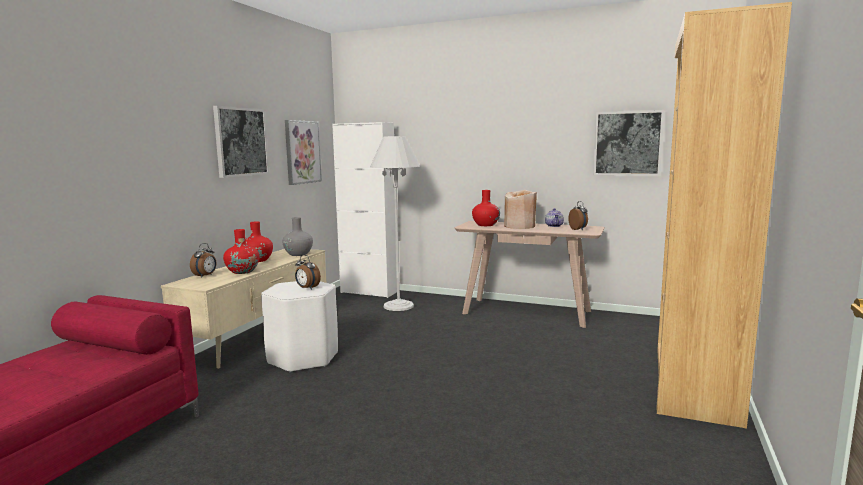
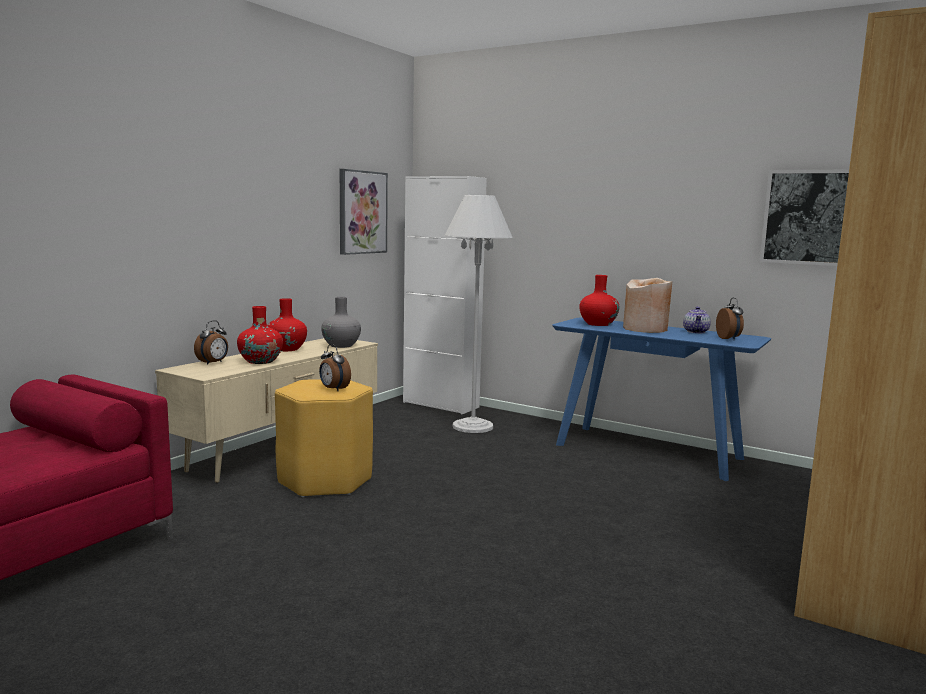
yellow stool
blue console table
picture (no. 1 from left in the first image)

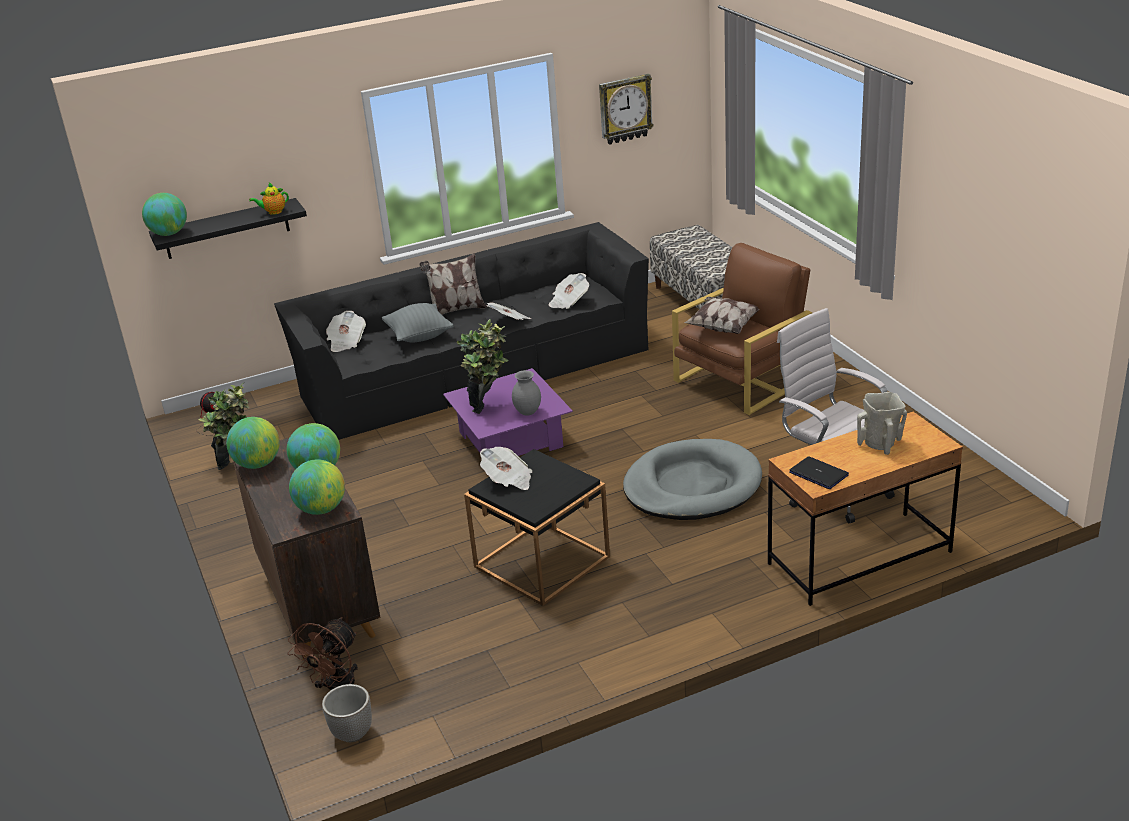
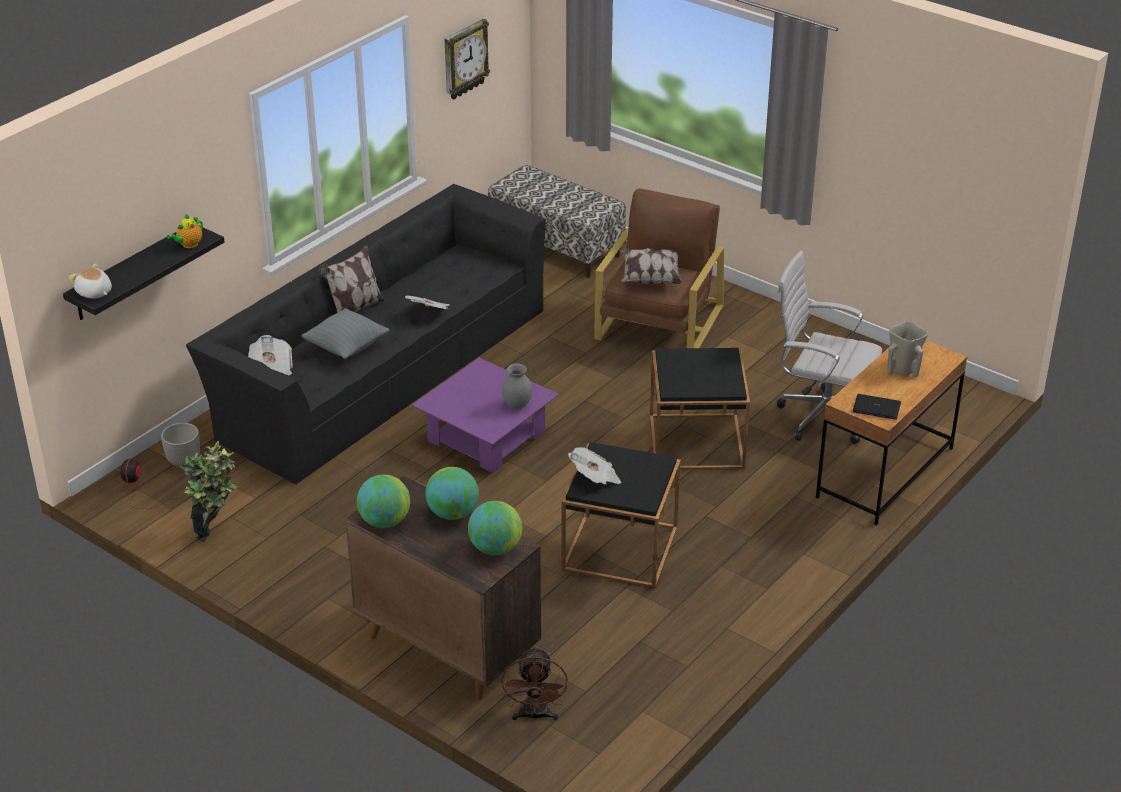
plush toy
planter
black side table (no. 2 from left)
potted plant (no. 2 from left in the first image)
newspaper (no. 4 from left in the first image)

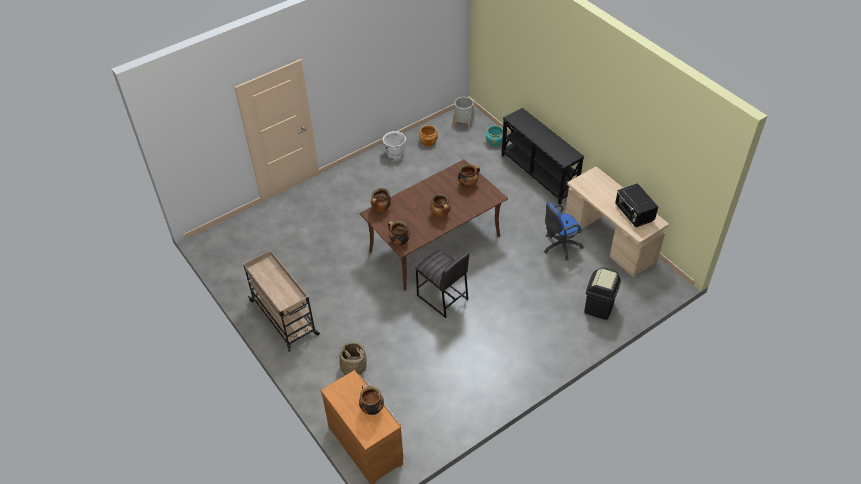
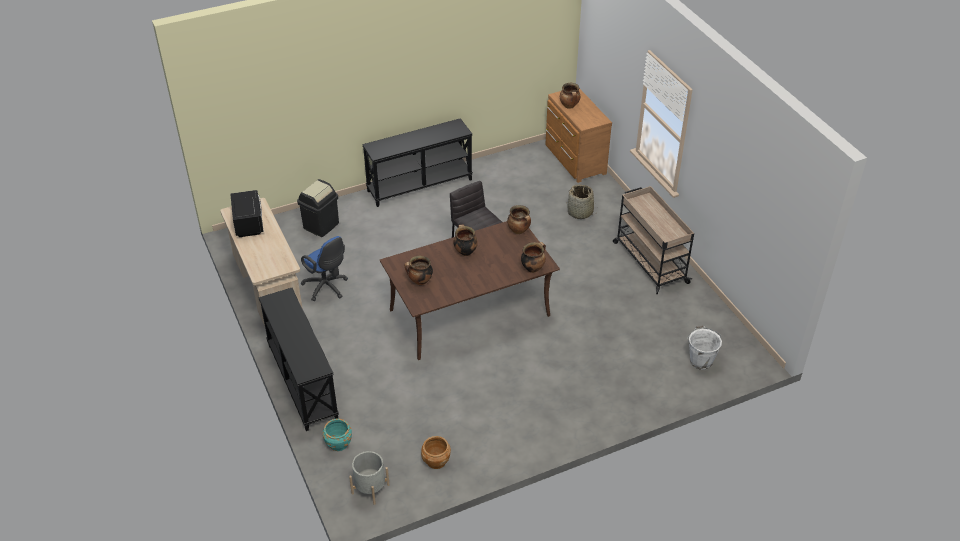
blue office chair
black console table (no. 2 from left)
white bucket

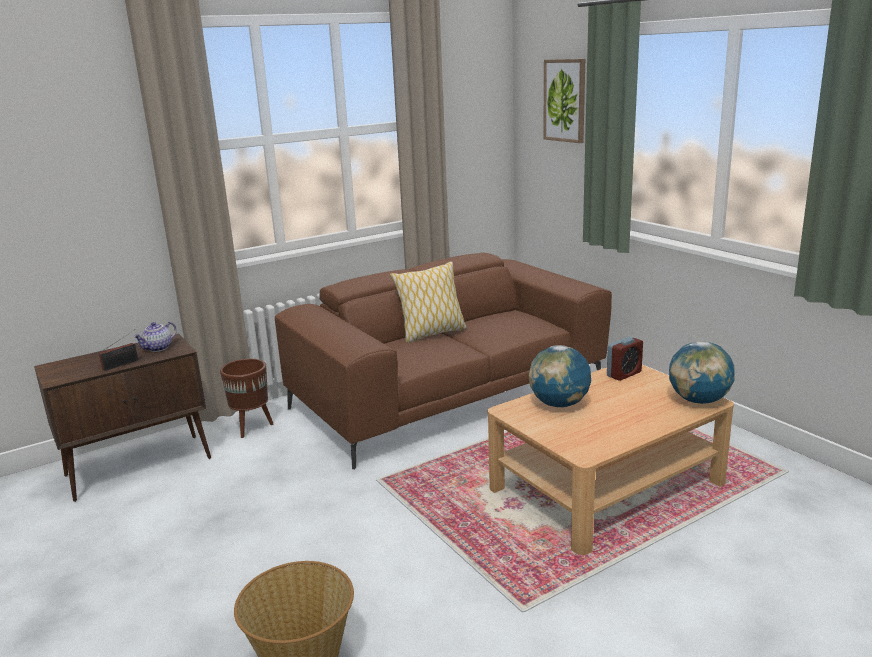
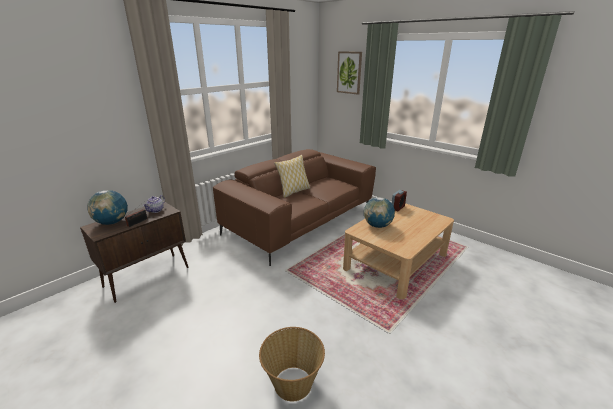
globe (no. 1 from left)
brown planter

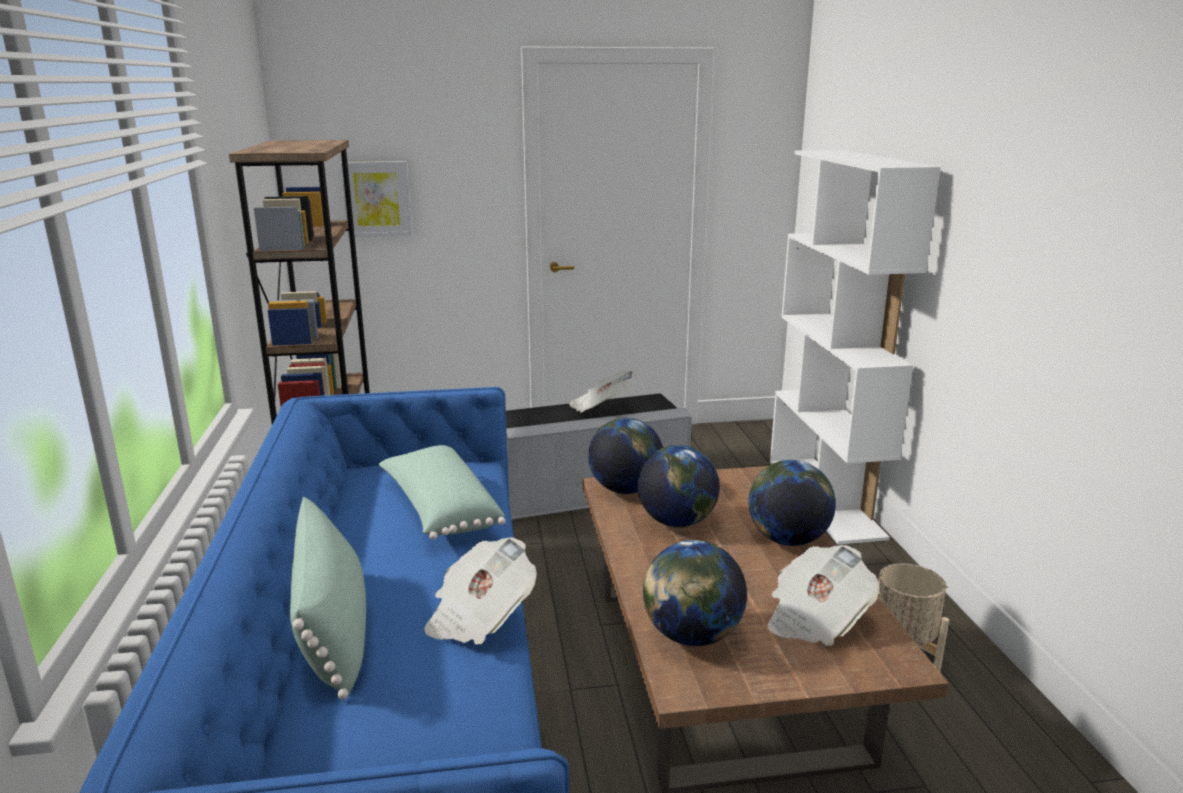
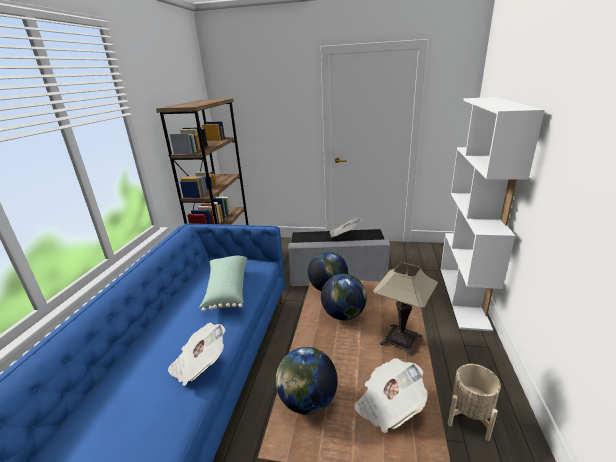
table lamp
green pillow (no. 1 from left in the first image)
picture

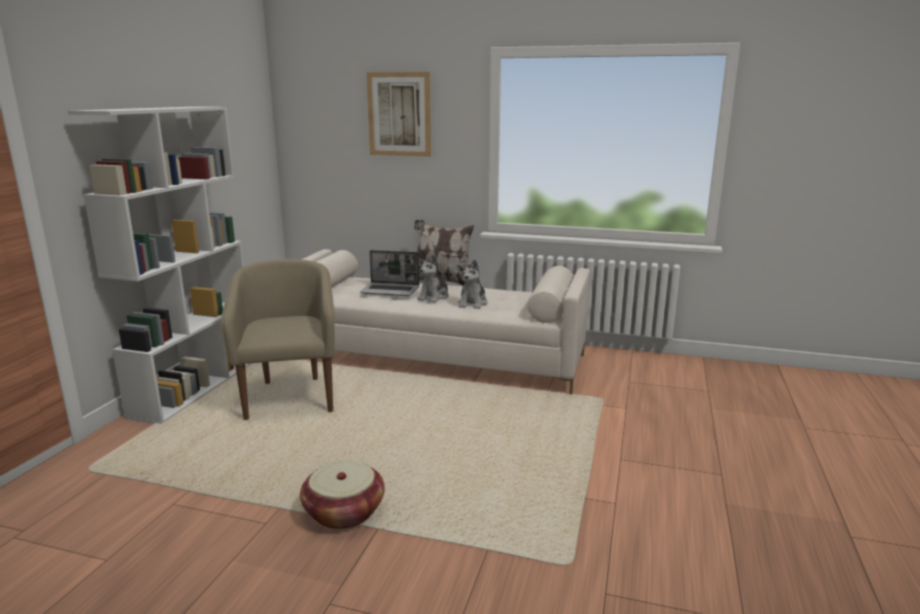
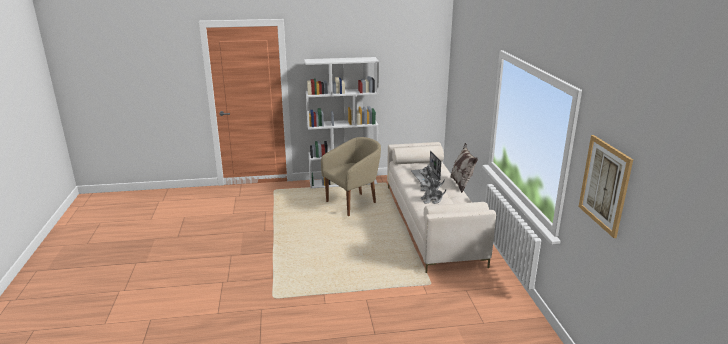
picture
basket

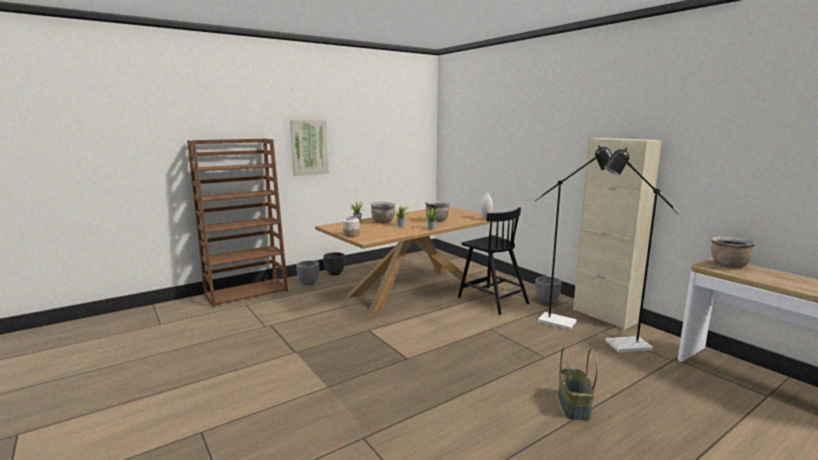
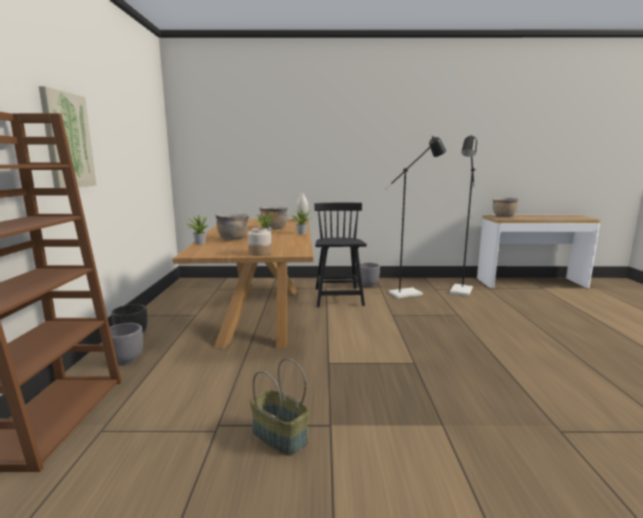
basket
black chair
beige cabinet

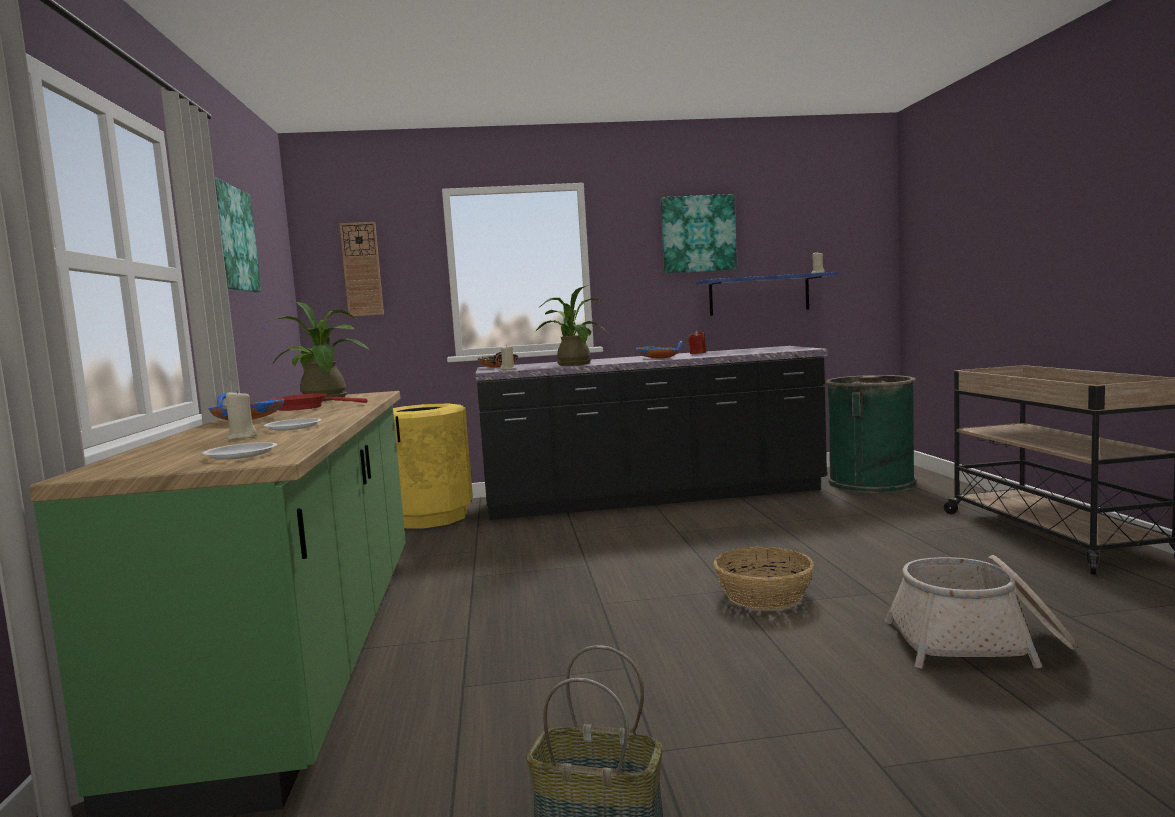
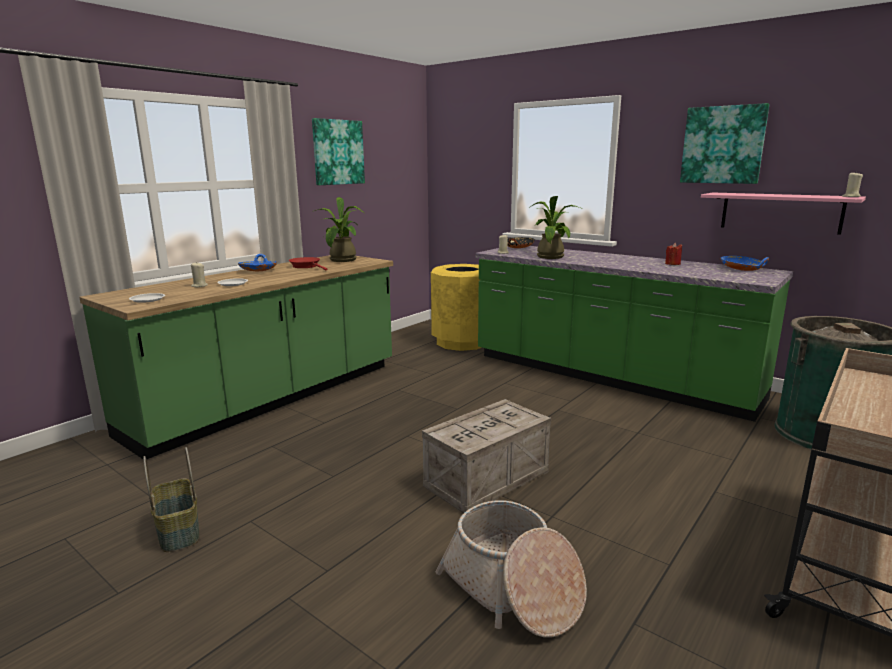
crate
green counter (no. 2 from left)
pink shelf
blue bowl (no. 2 from left)
wall clock

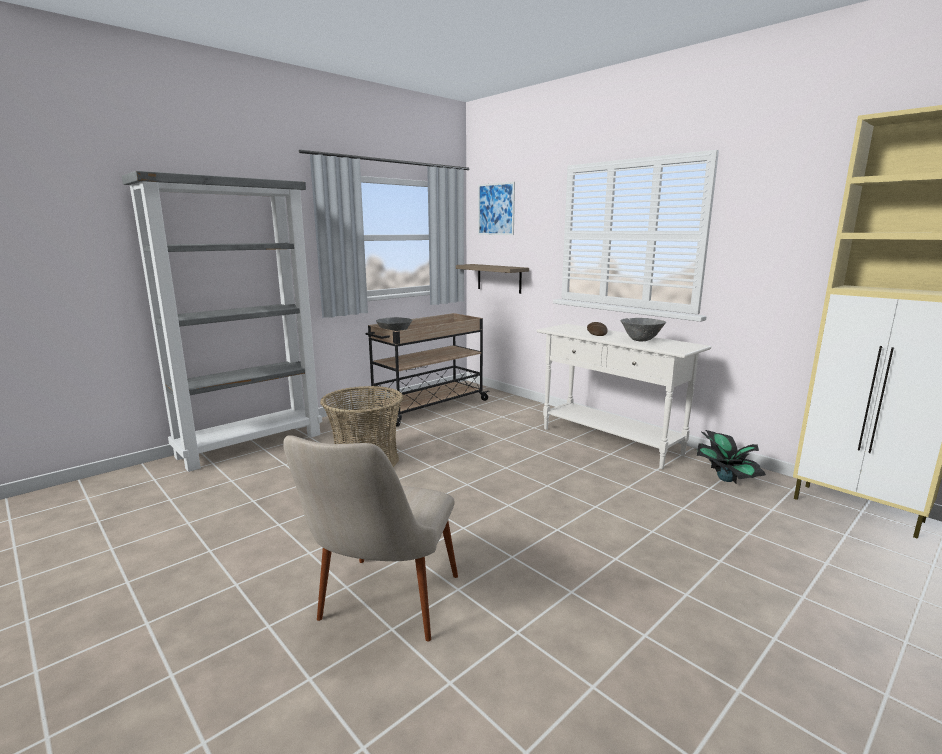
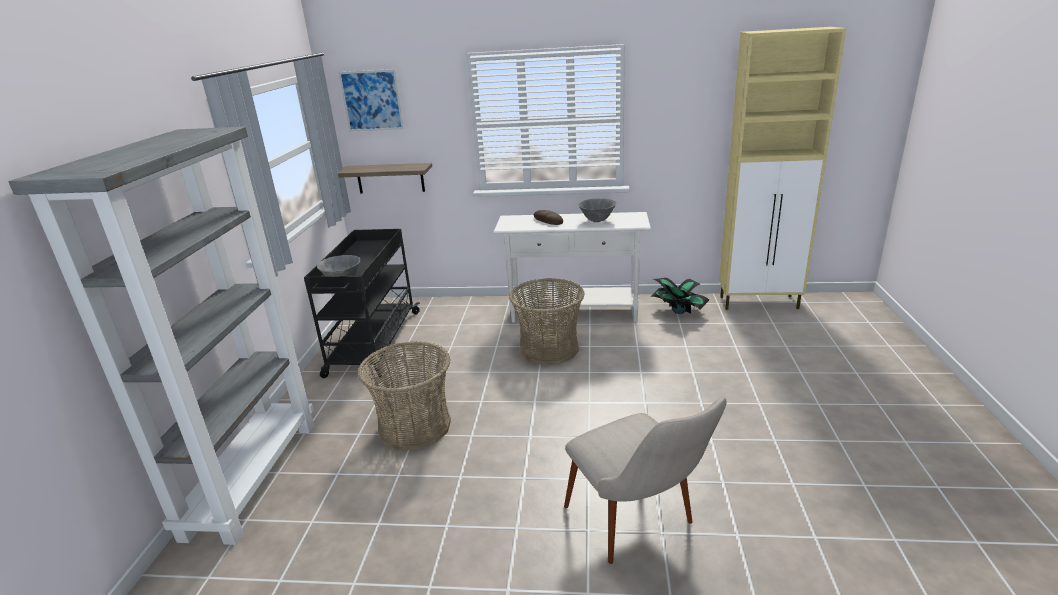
black cart
basket (no. 2 from left)

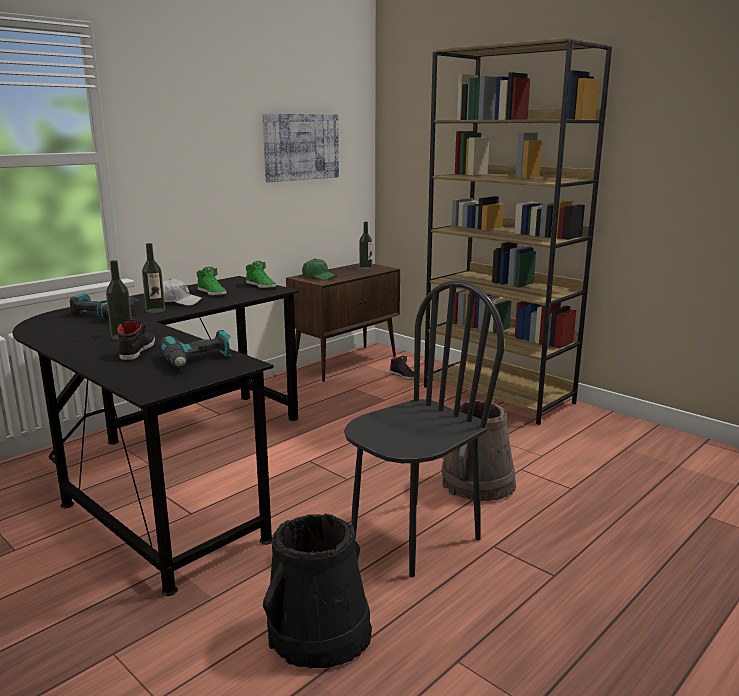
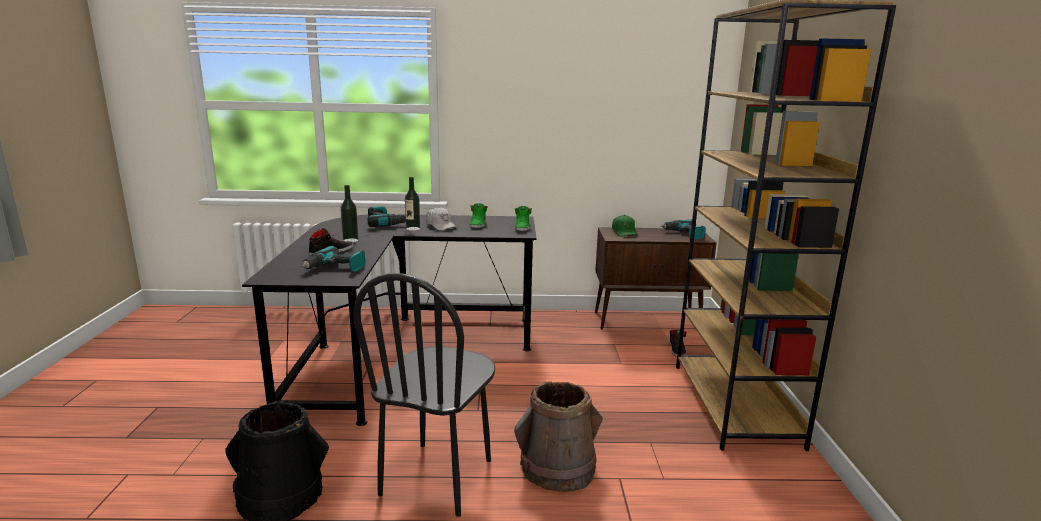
black chair
power drill (no. 3 from left)
picture

